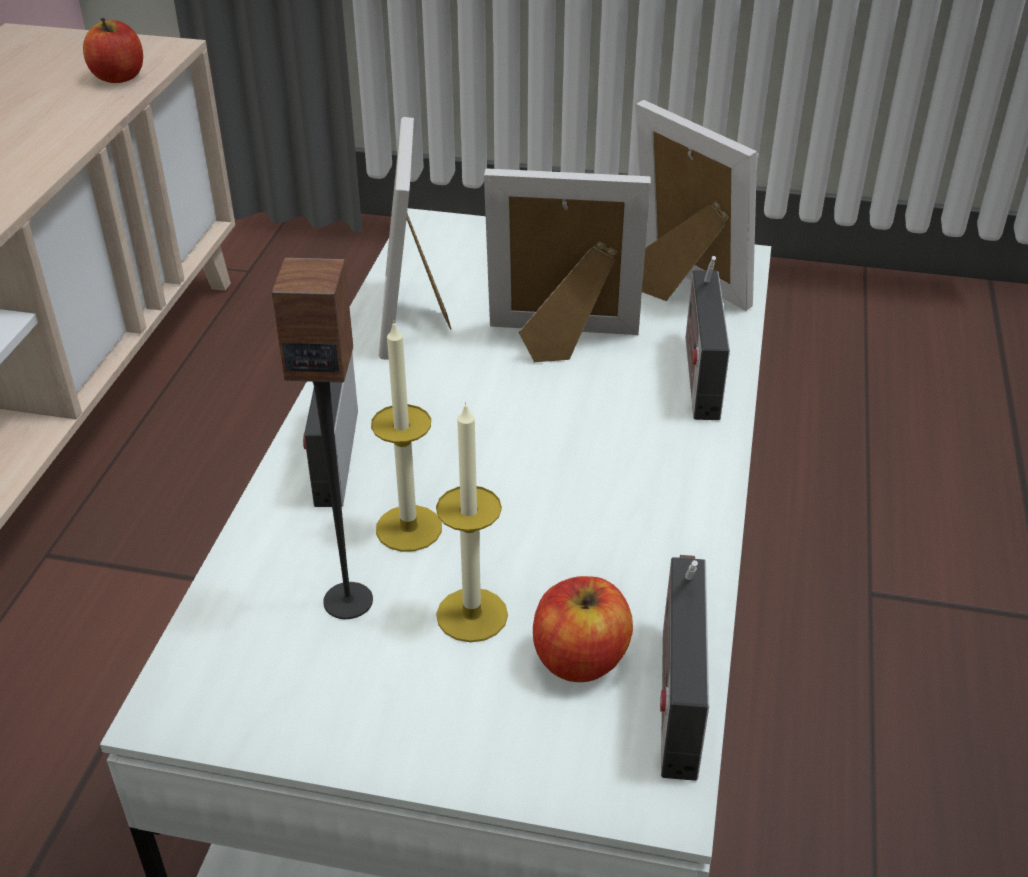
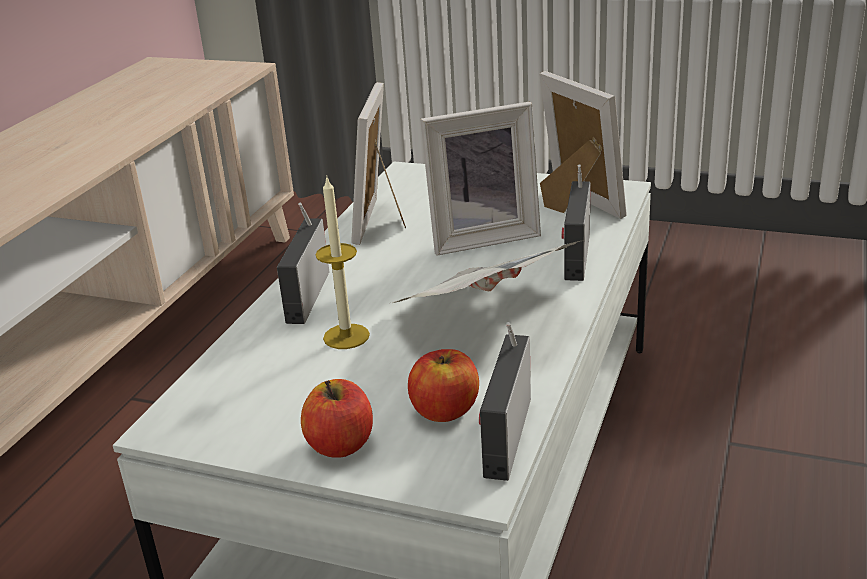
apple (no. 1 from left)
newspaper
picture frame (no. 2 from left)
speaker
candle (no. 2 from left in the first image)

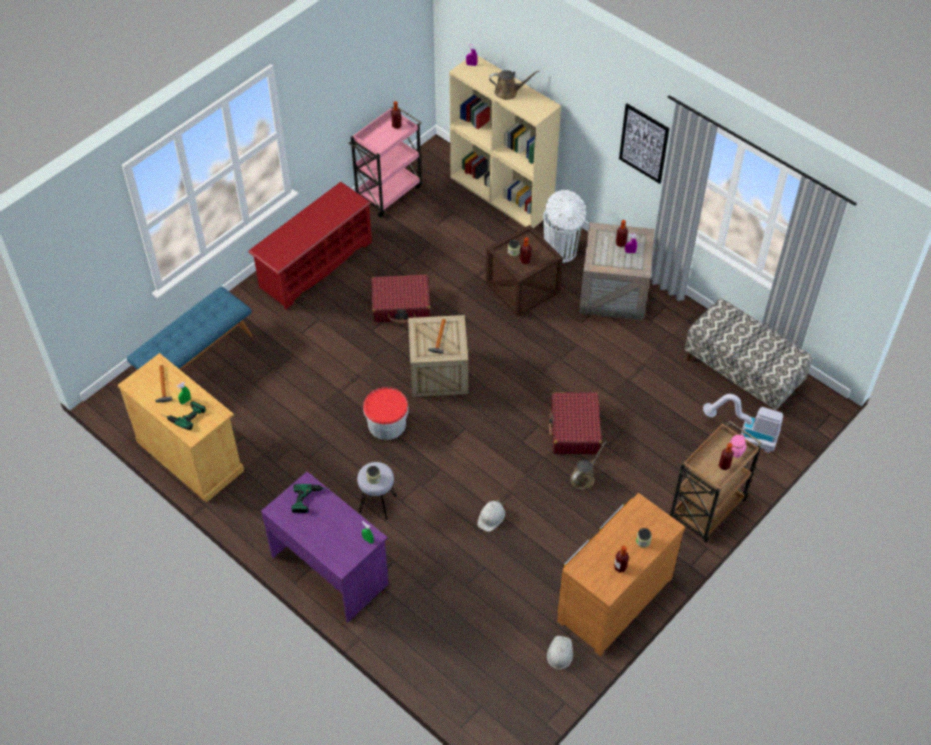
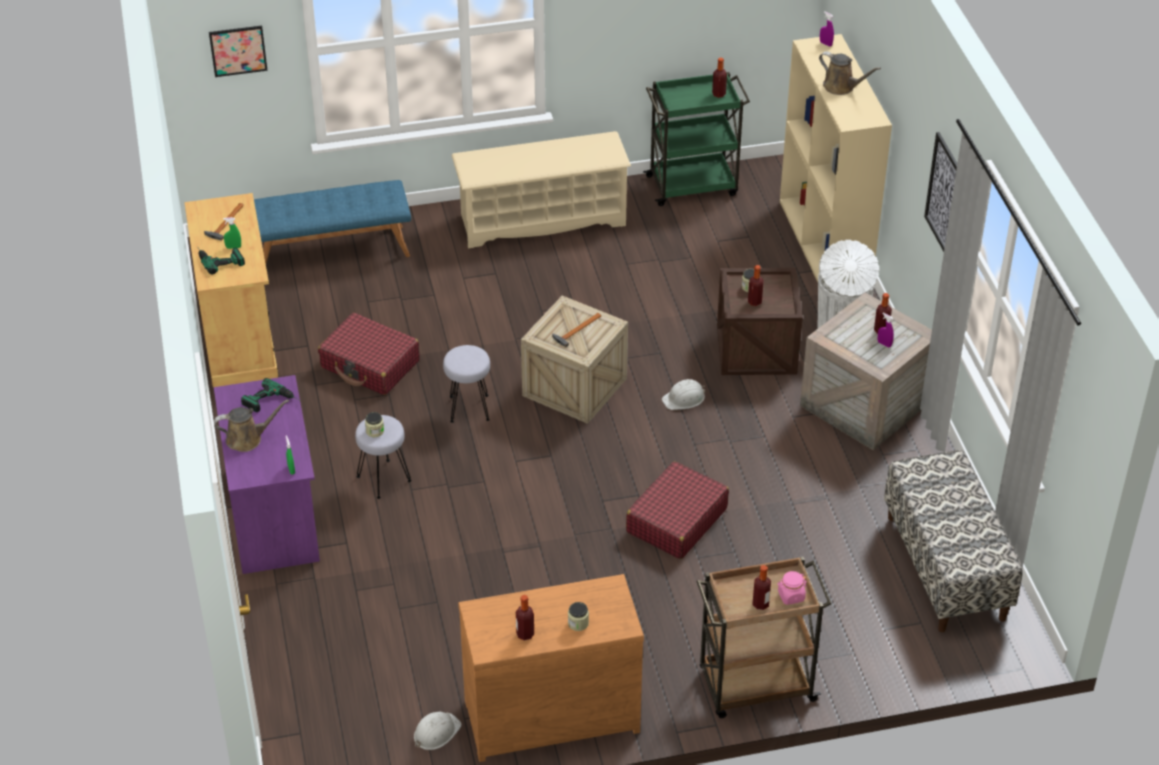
picture (no. 1 from left)
brown watering can (no. 1 from left)
red suitcase (no. 1 from left)
grey stool (no. 2 from left)
beige shoe rack
green cart
white hard hat (no. 2 from left)
vacuum cleaner

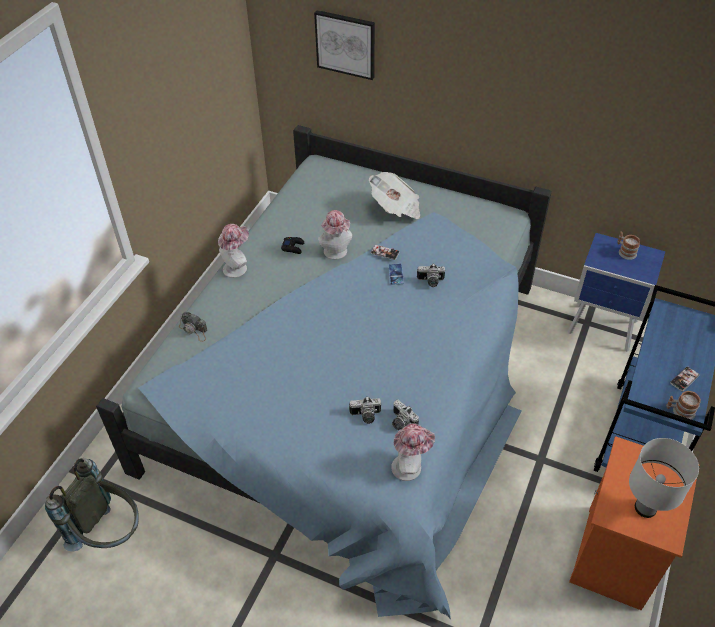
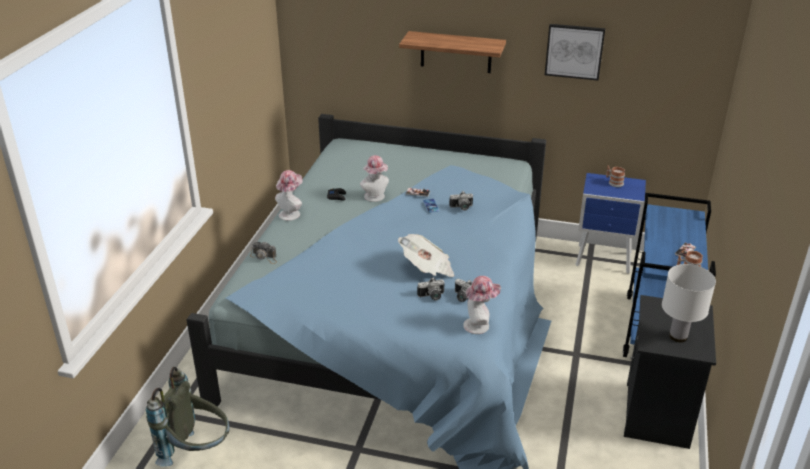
newspaper
shelf
picture
black nightstand

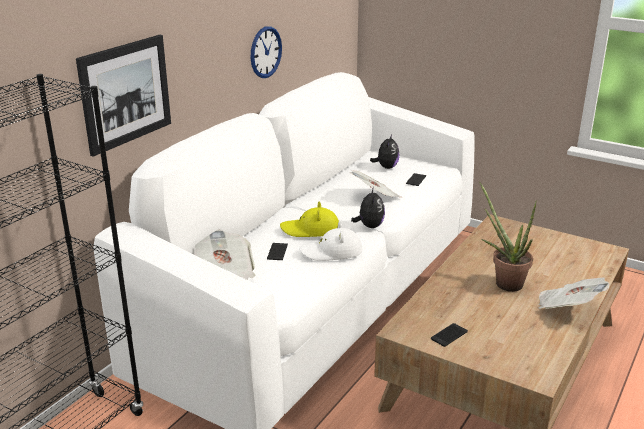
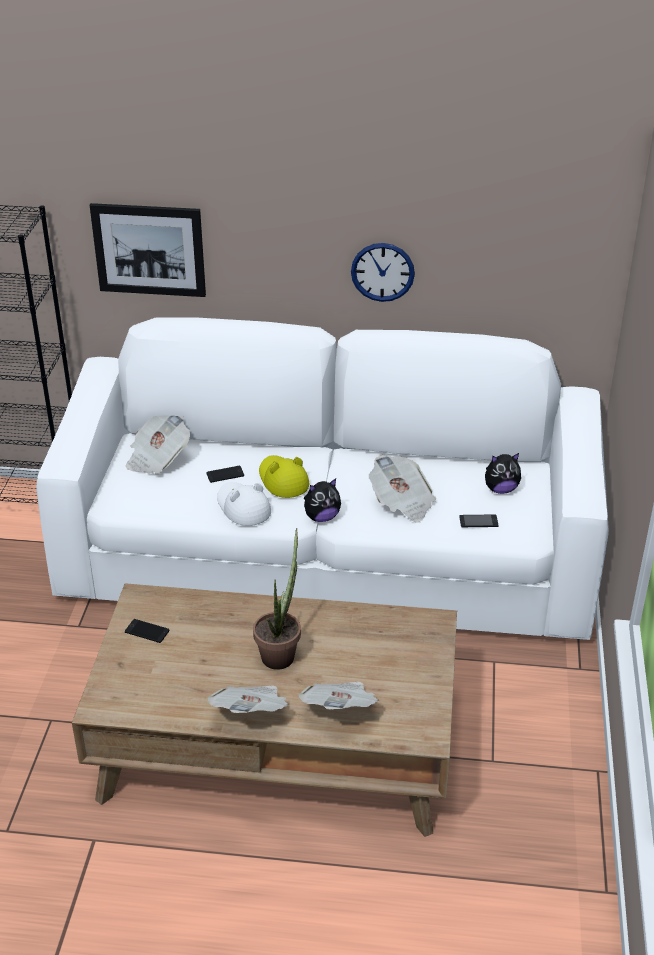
newspaper (no. 3 from left)

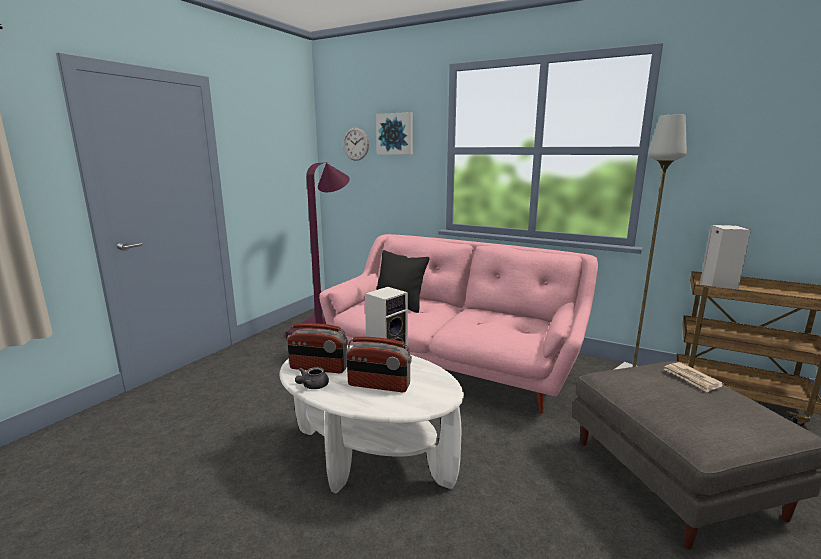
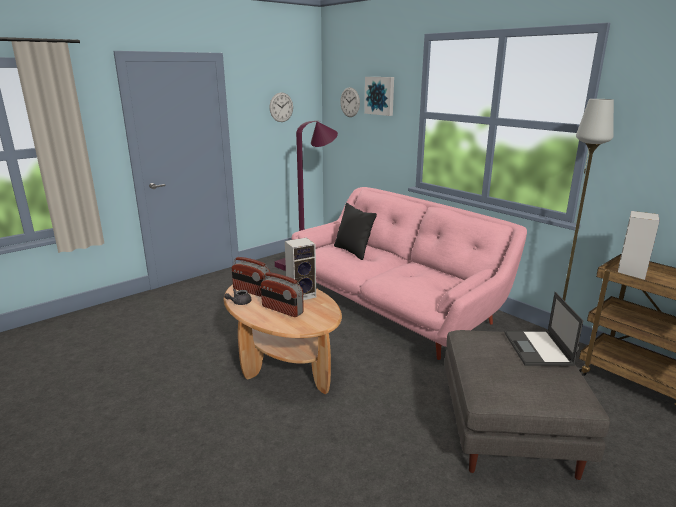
brown coffee table
wall clock (no. 1 from left)
laptop

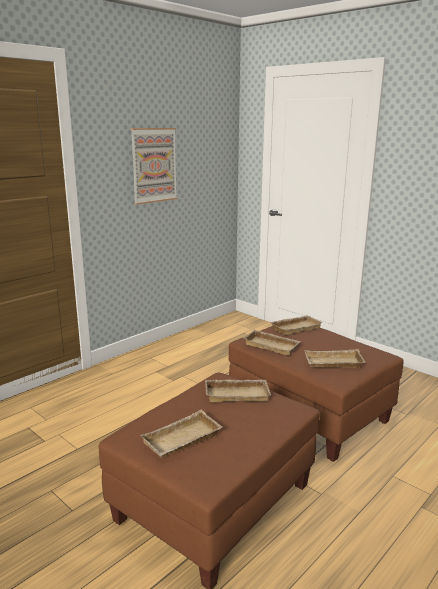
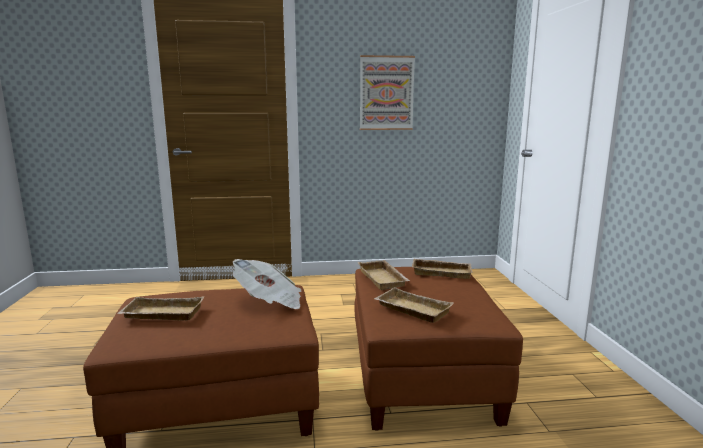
newspaper

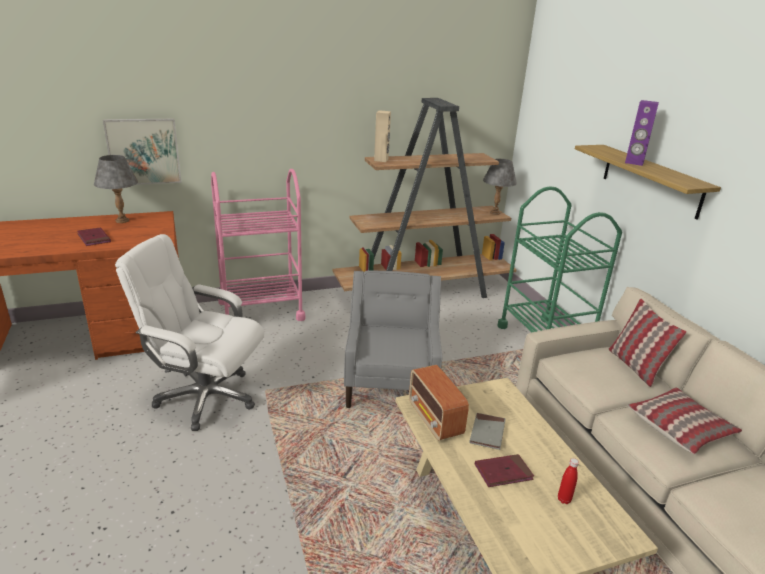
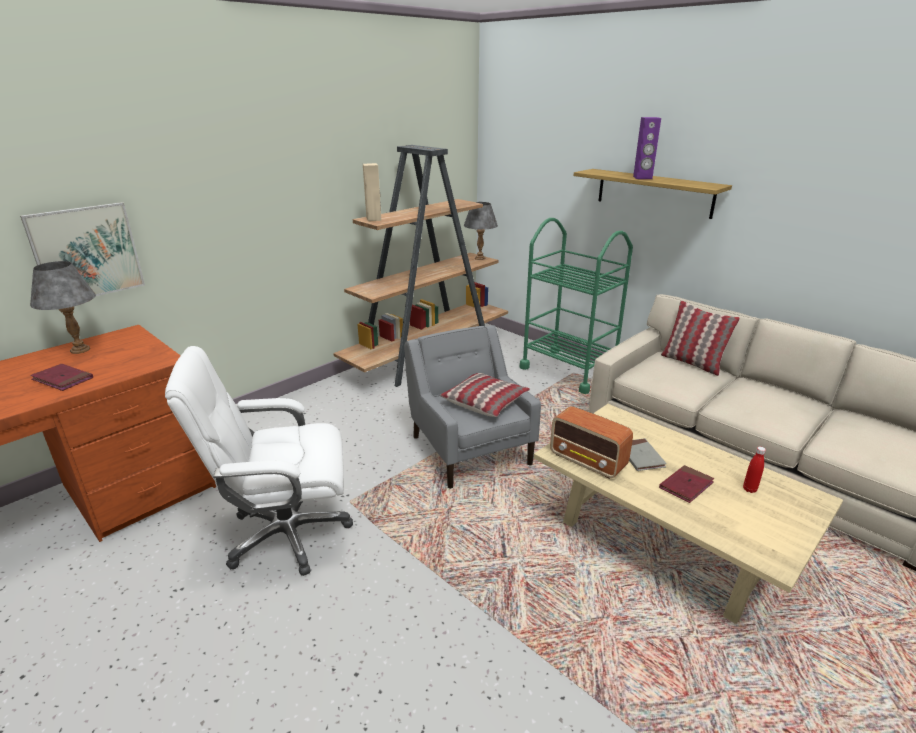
pillow (no. 1 from left)
pink cart

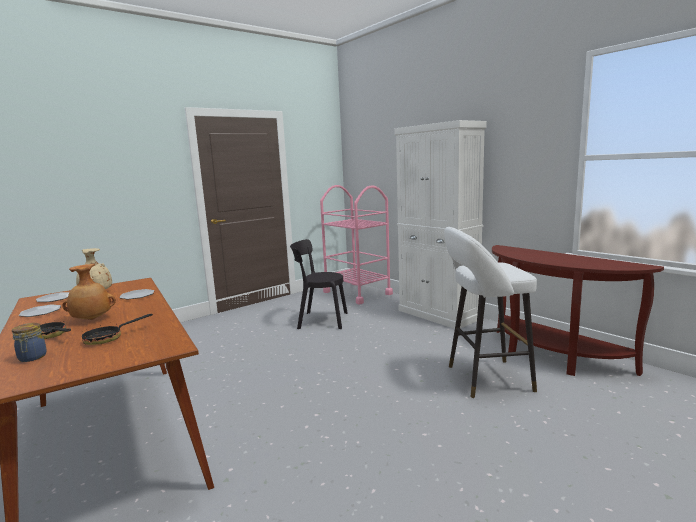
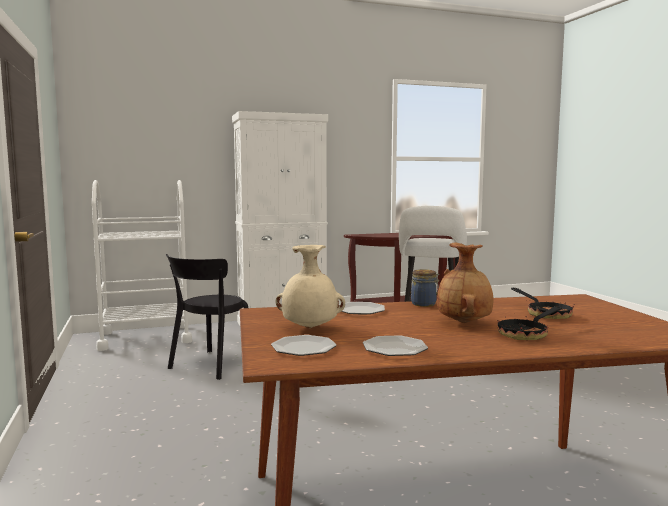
white cart
jar

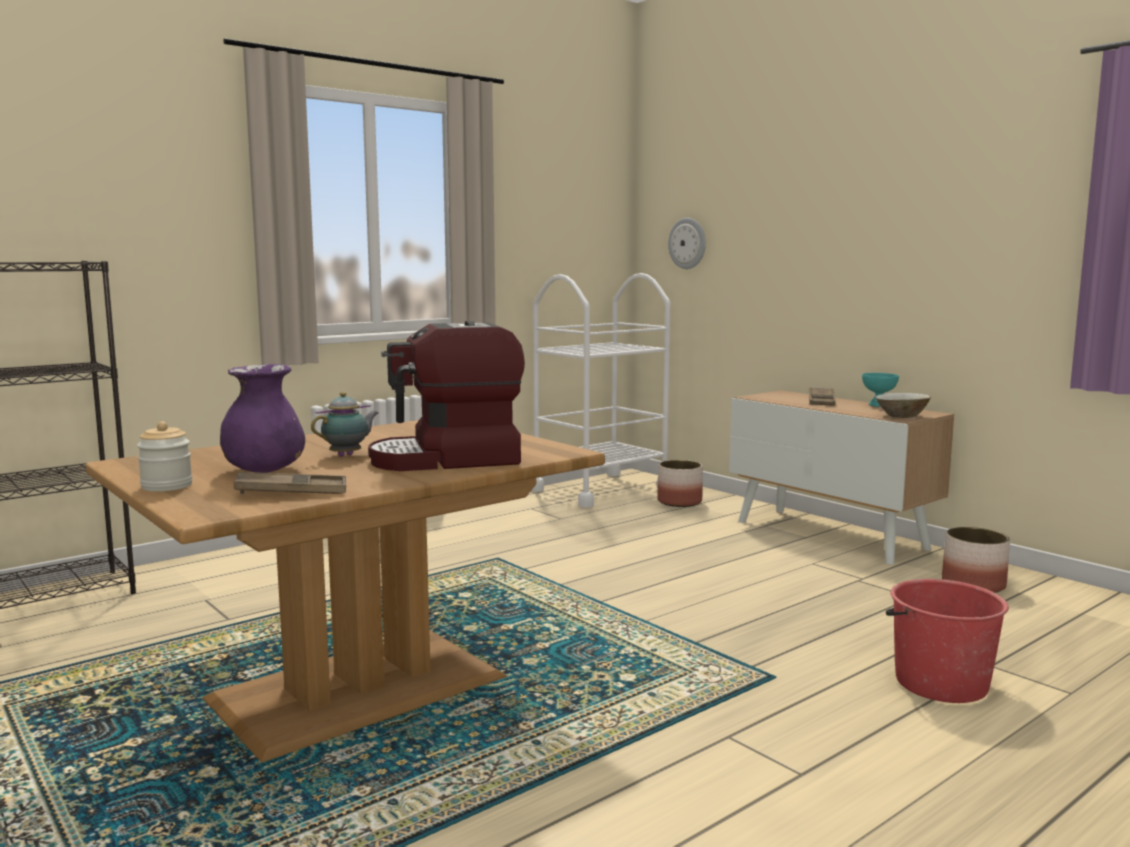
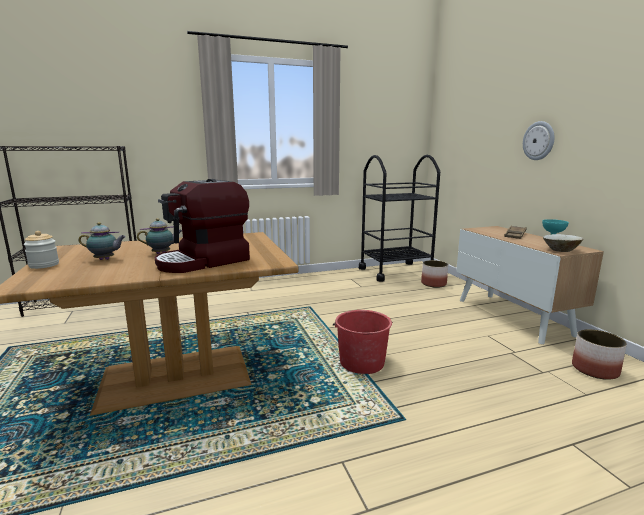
teapot (no. 1 from left)
coffee machine
red bucket
black cart
wall clock
brown tray (no. 1 from left in the first image)

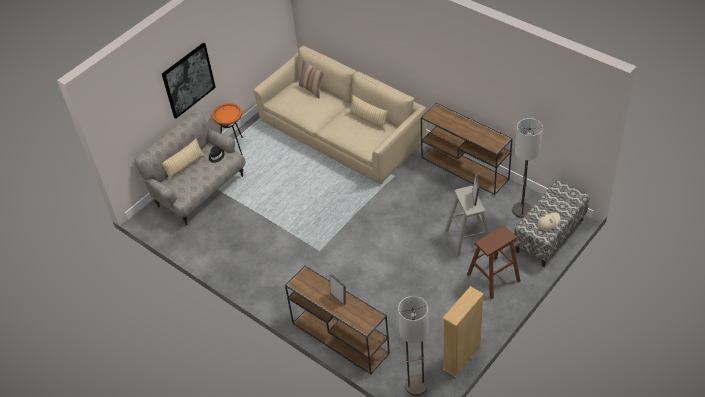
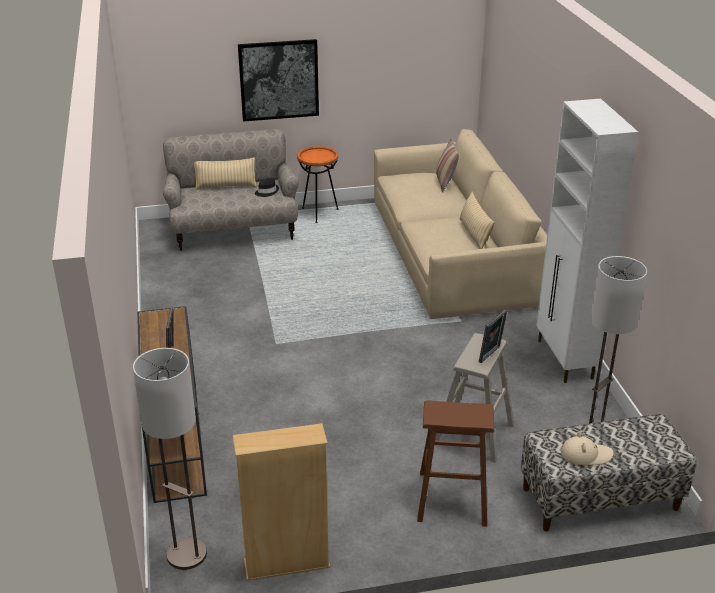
white cabinet

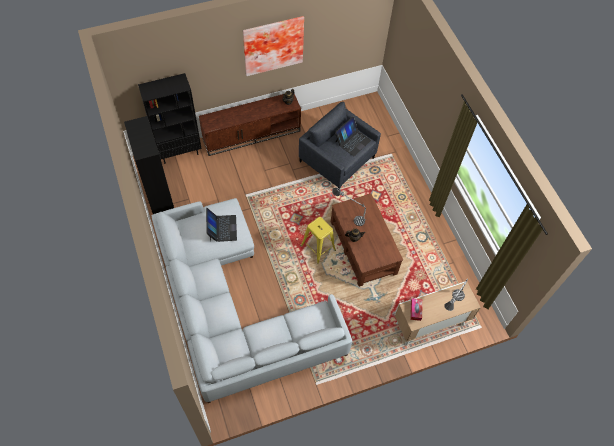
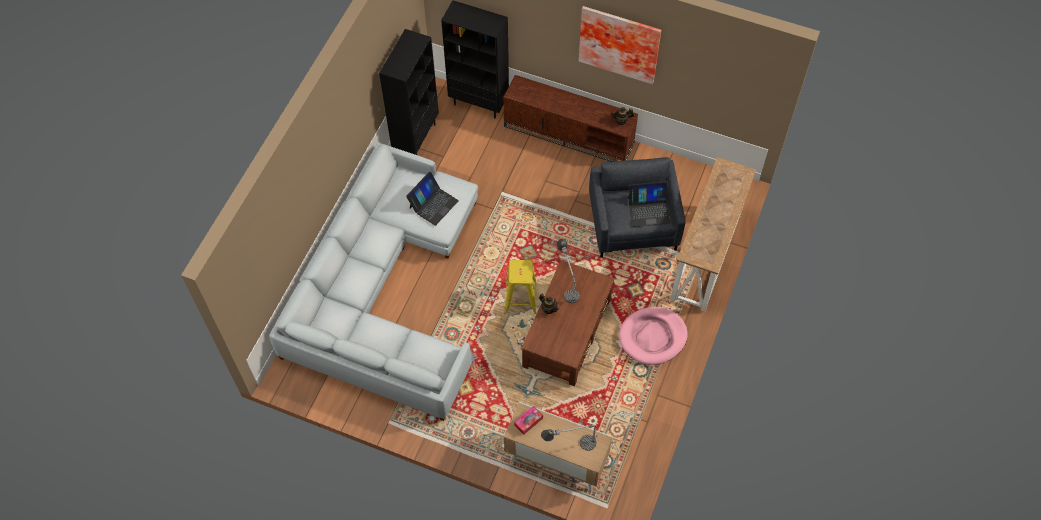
pink dog bed
console table

